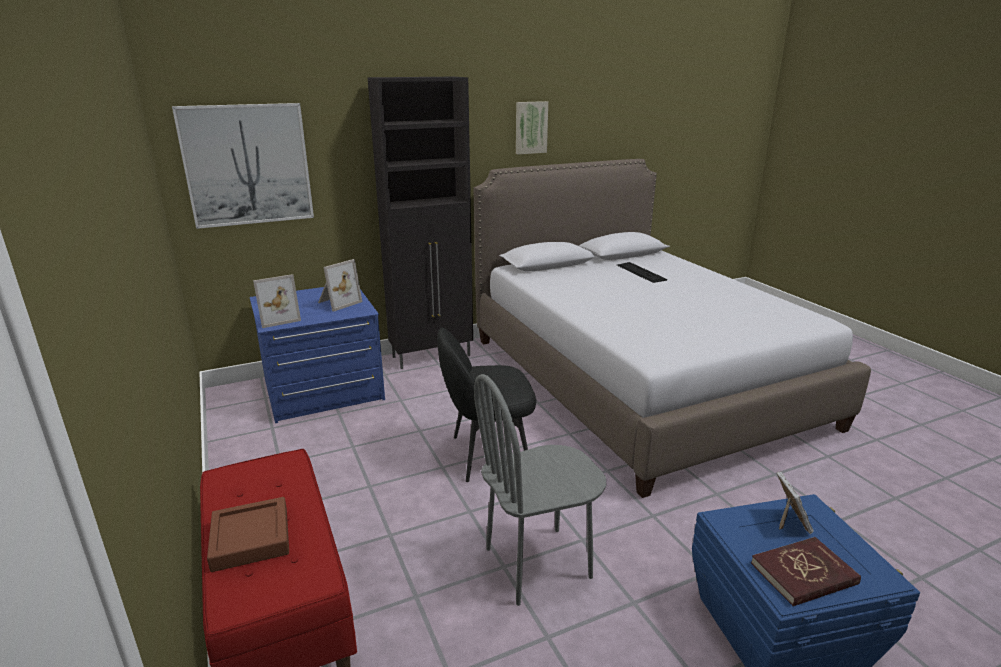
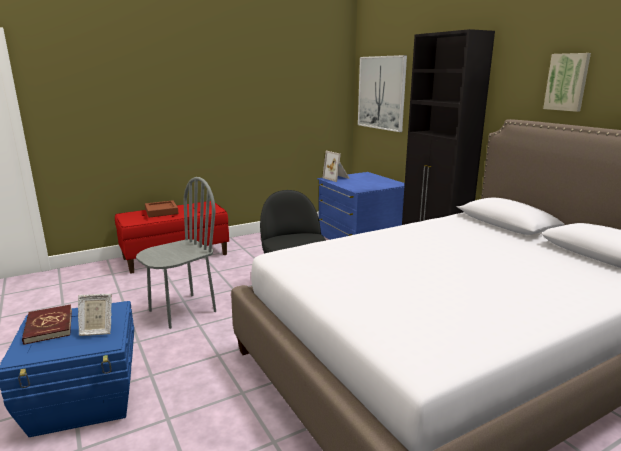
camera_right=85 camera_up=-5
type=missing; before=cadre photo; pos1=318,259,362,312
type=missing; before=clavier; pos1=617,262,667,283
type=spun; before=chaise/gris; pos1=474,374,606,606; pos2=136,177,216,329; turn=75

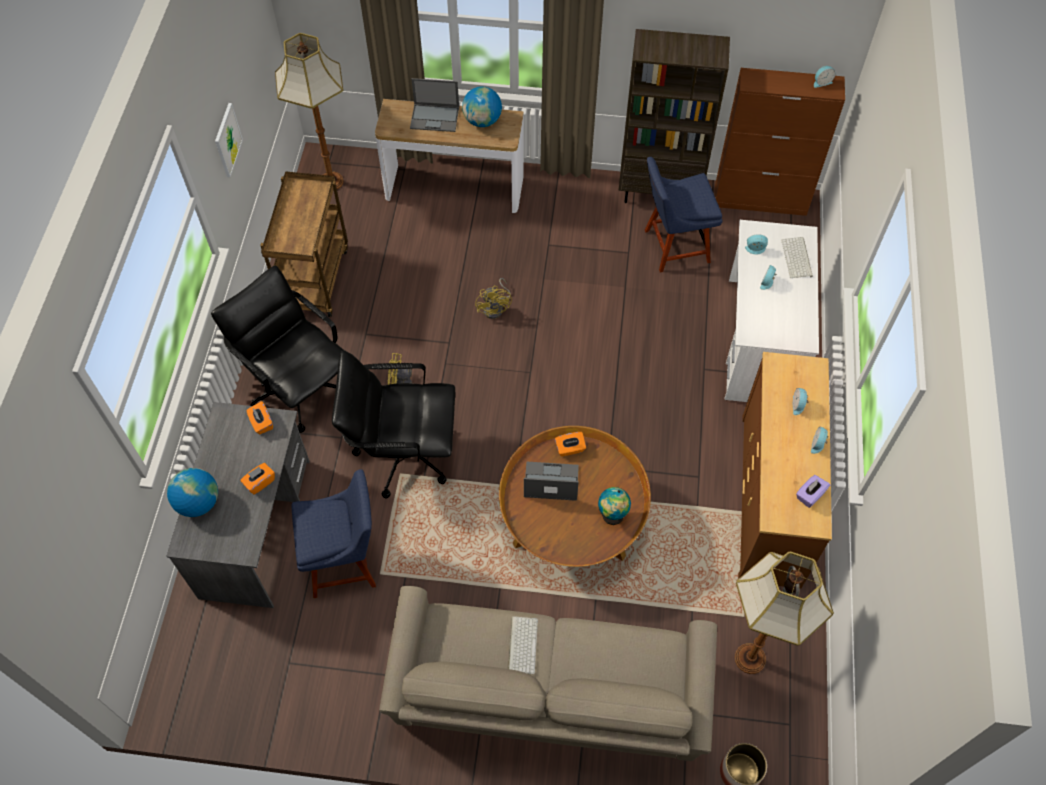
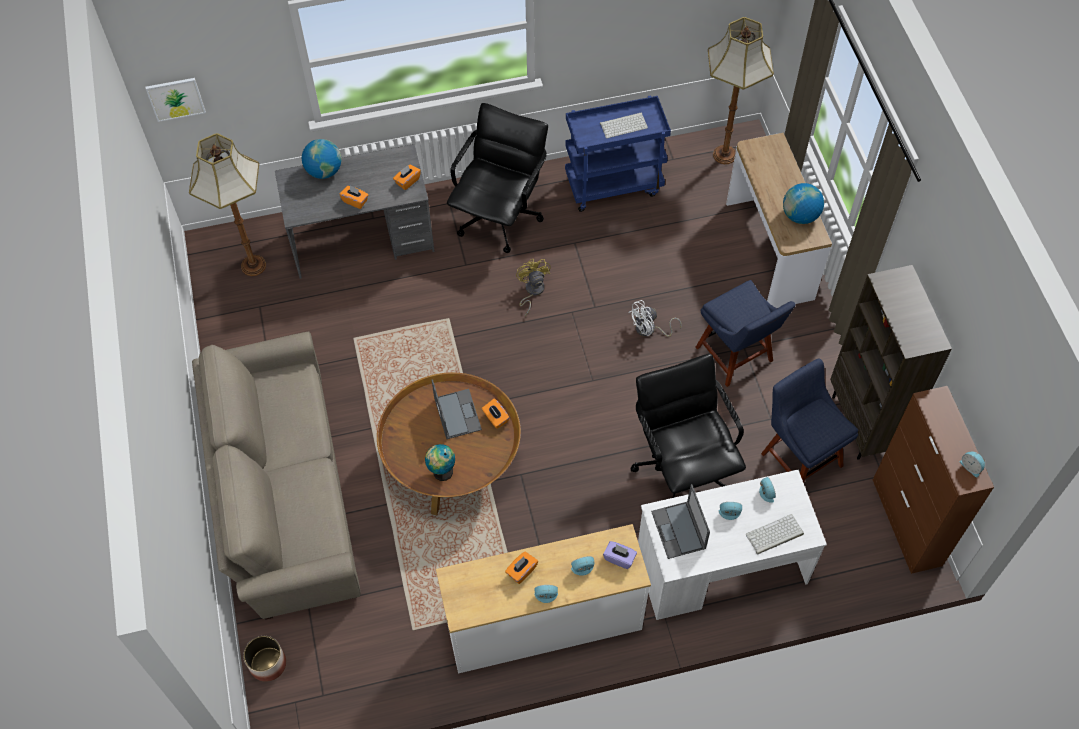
camera_right=70 camera_up=0
type=appeared; after=boîte à mouchoirs/orange; pos2=505,551,538,584
type=relocated; before=tableau; pos1=215,103,243,177; pos2=145,78,206,122
type=relocated; before=chaise/bleu; pos1=291,469,376,598; pos2=695,280,795,387
type=relocated; before=chaise de bureau/noir; pos1=332,350,455,499; pos2=631,354,746,498
type=relocated; before=ordinateur portable; pos1=410,78,459,132; pos2=651,484,710,559
type=relocated; before=clavier; pos1=508,616,538,674; pos2=600,112,648,138
type=relocated; before=lampadaire; pos1=735,551,834,674; pos2=189,133,266,276
type=relocated; before=boîte à mouchoirs/violet; pos1=796,475,830,508; pos2=603,541,637,569
type=colour; before=chariot/marron; after=chariot/bleu; pos1=260,171,348,317; pos2=565,95,671,212
type=colour; before=ventilateur/jaune; after=ventilateur/blanc; pos1=475,278,512,319; pos2=628,300,682,337
type=colour; before=commode/marron; after=commode/blanc; pos1=738,352,832,589; pos2=436,524,651,674

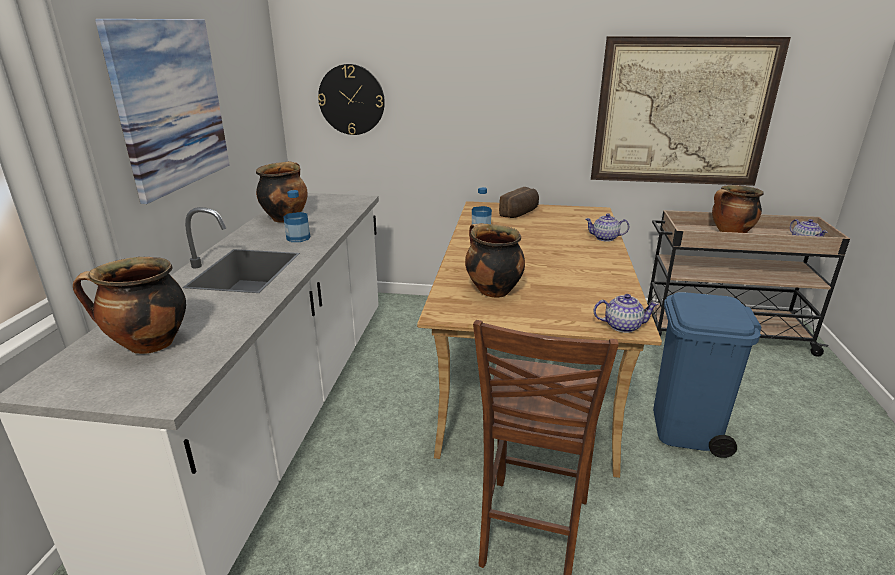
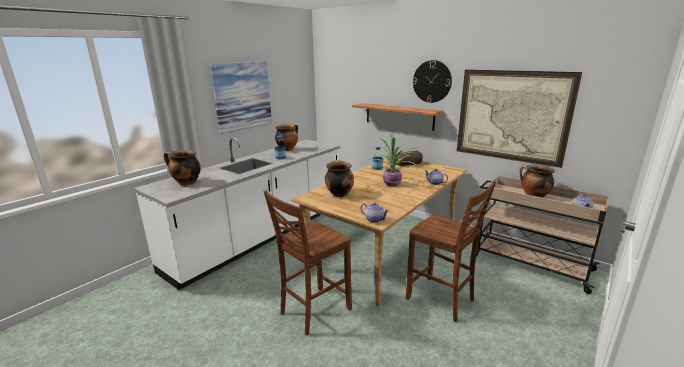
camera_right=30 camera_up=-5
type=appeared; after=étagère; pos2=352,103,443,131
type=appeared; after=plante en pot; pos2=364,132,417,187
type=relocated; before=horloge murale; pos1=318,64,385,135; pos2=413,60,452,103
type=exchanged; before=poubelle/bleu; after=chaise/marron; pos1=653,292,761,458; pos2=406,181,496,322

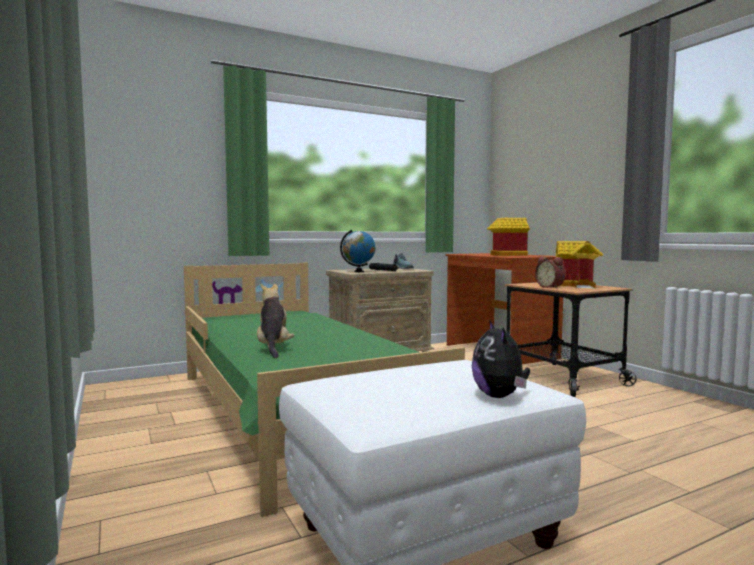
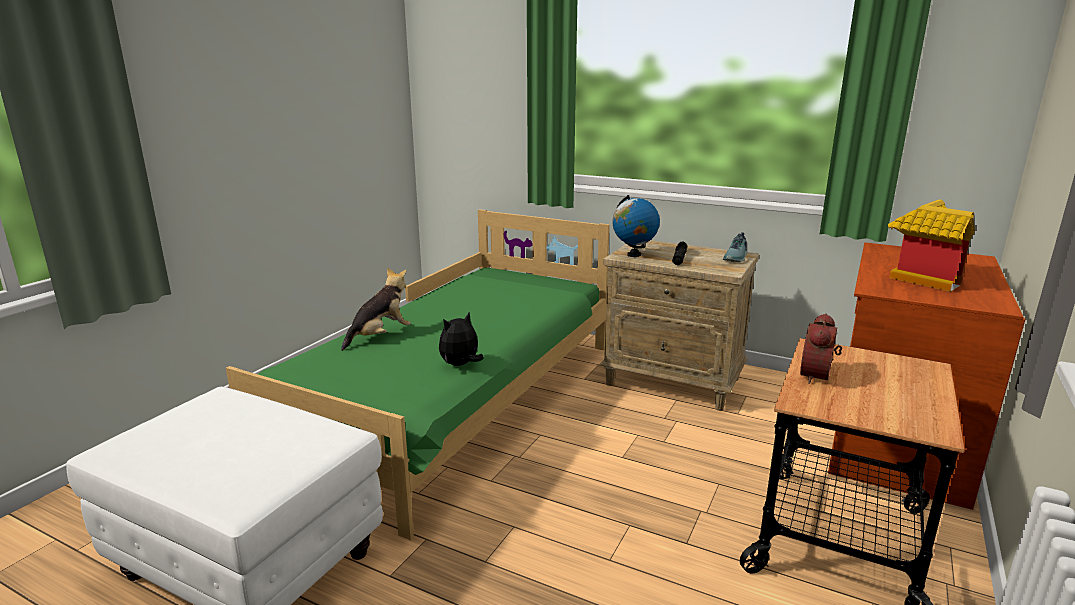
camera_right=55 camera_up=15
type=missing; before=maison miniature; pos1=556,241,603,289
type=relocated; before=peluche; pos1=472,320,530,398; pos2=439,313,484,366

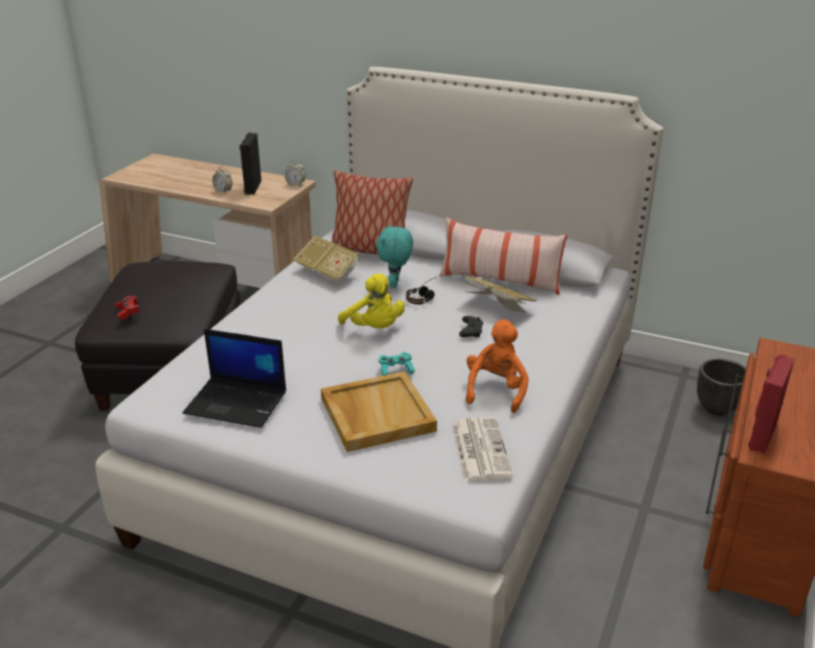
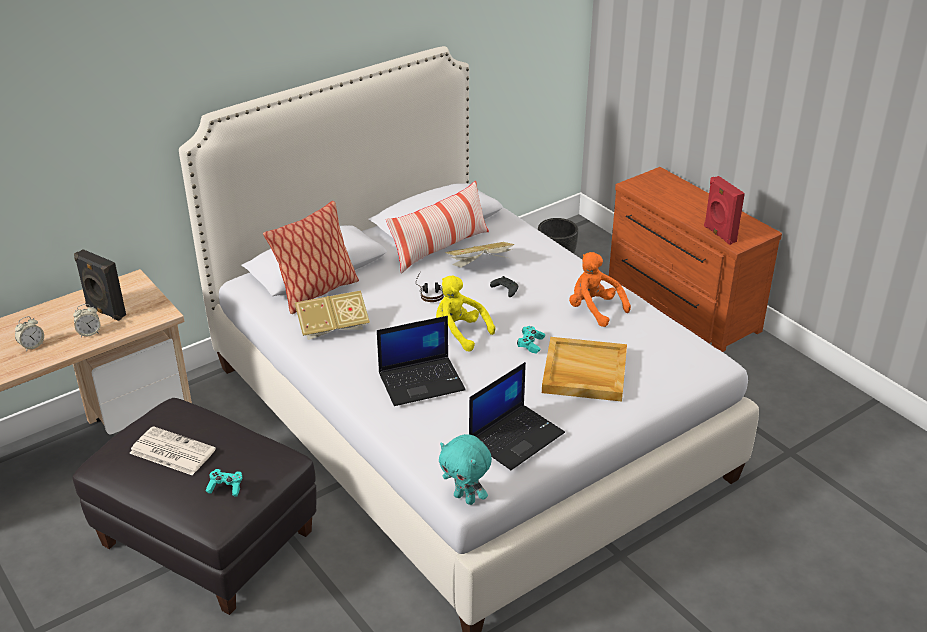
camera_right=-60 camera_up=5
type=appeared; after=ordinateur portable; pos2=377,316,466,406
type=relocated; before=réveil; pos1=285,160,306,186; pos2=15,316,44,352
type=relocated; before=peluche/turquoise; pos1=376,224,413,288; pos2=439,434,492,505
type=relocated; before=journal; pos1=451,417,513,481; pos2=129,426,216,476
type=colour; before=manette/rouge; after=manette/turquoise; pos1=115,296,140,320; pos2=206,469,243,497
type=spun; before=peluche/jaune; pos1=338,273,405,328; pos2=436,275,495,352; turn=-135

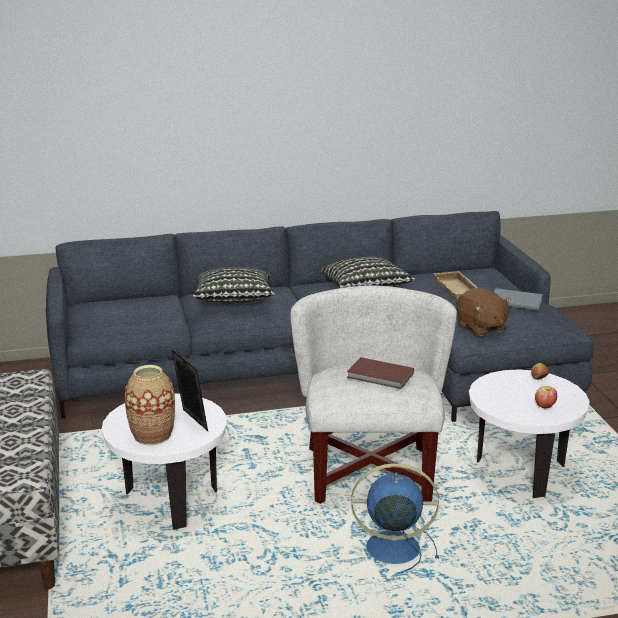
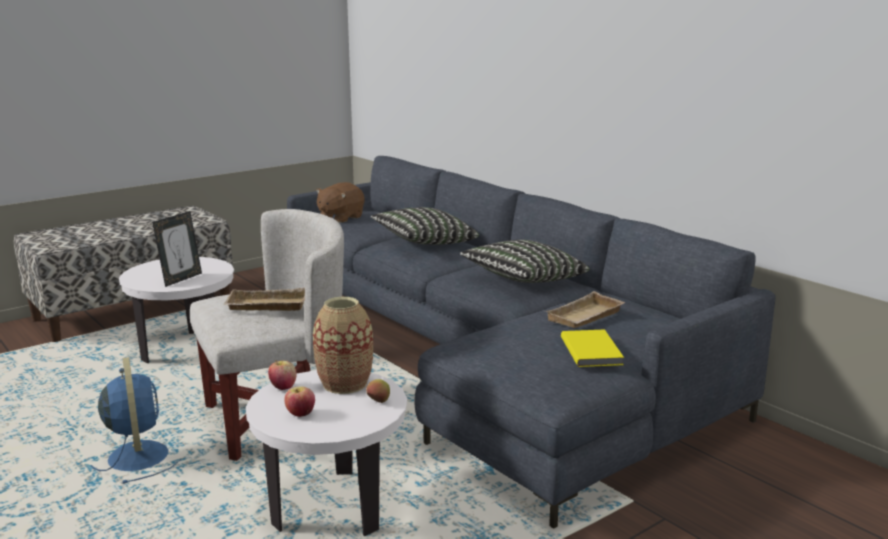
camera_right=65 camera_up=-5
type=appeared; after=pomme; pos2=268,360,297,390
type=relocated; before=vase; pos1=125,365,175,445; pos2=313,297,373,394
type=relocated; before=peluche/marron; pos1=456,288,511,337; pos2=315,182,365,223
type=exchanged; before=livre/marron; after=plateau/beige; pos1=347,357,414,389; pos2=223,288,305,311
type=colour; before=livre/gris; after=livre/jaune; pos1=494,288,543,310; pos2=561,329,624,367

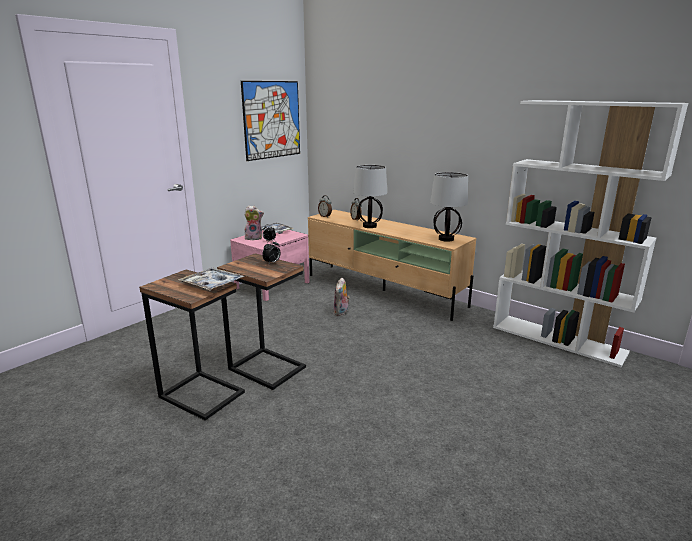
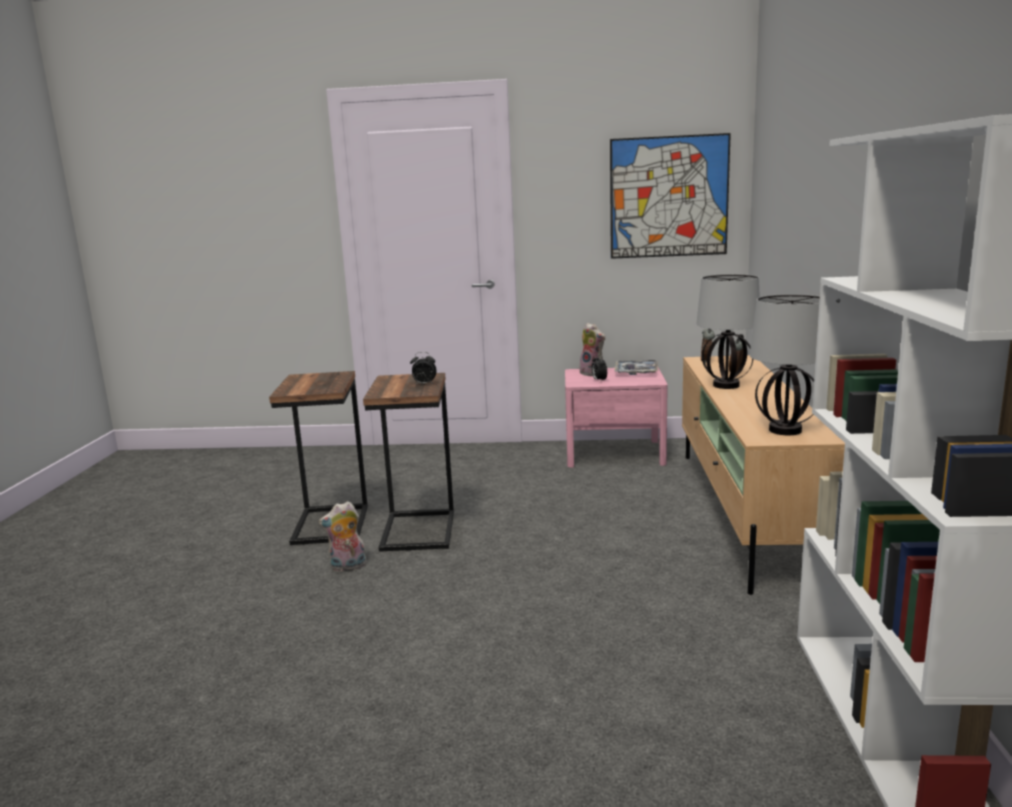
camera_right=55 camera_up=-5
type=missing; before=plateau; pos1=178,268,245,290
type=relocated; before=peluche; pos1=333,278,350,316; pos2=319,501,366,572

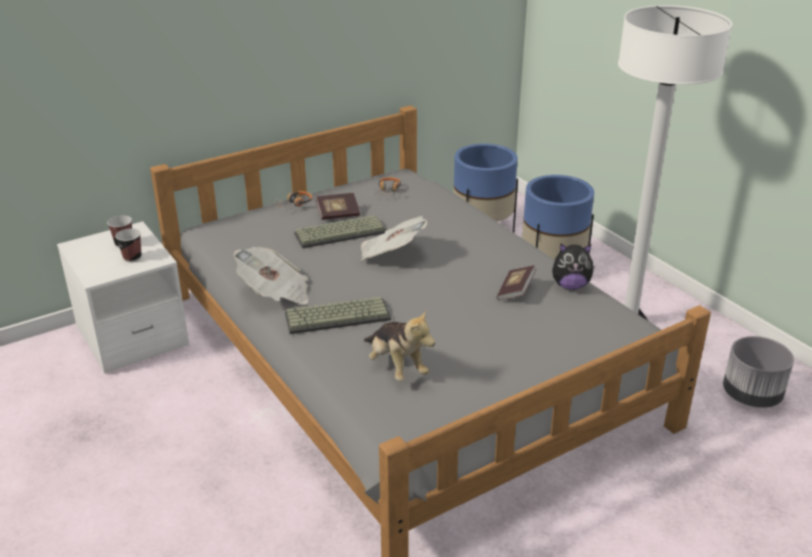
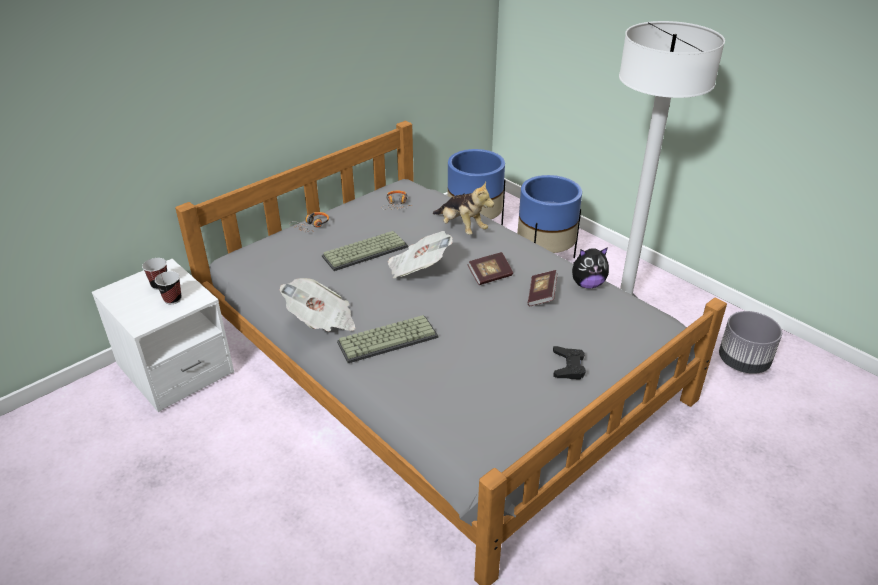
camera_right=-10 camera_up=5
type=appeared; after=manette/noir; pos2=553,346,586,380
type=relocated; before=livre; pos1=315,193,360,220; pos2=467,252,513,285
type=relocated; before=peluche; pos1=364,311,435,381; pos2=432,182,494,235

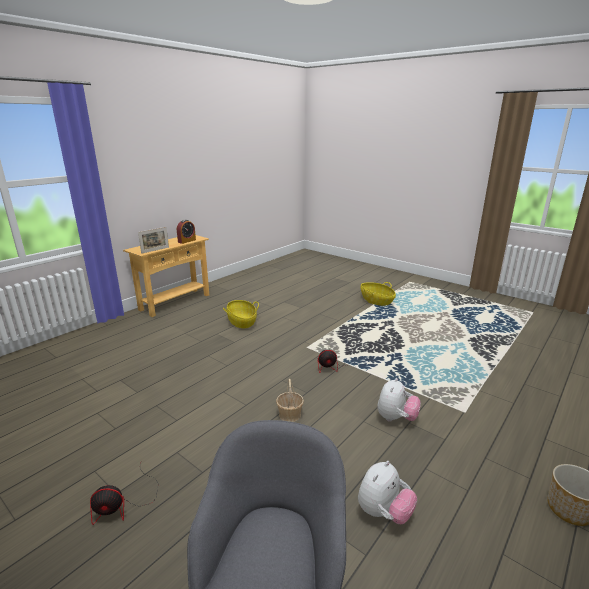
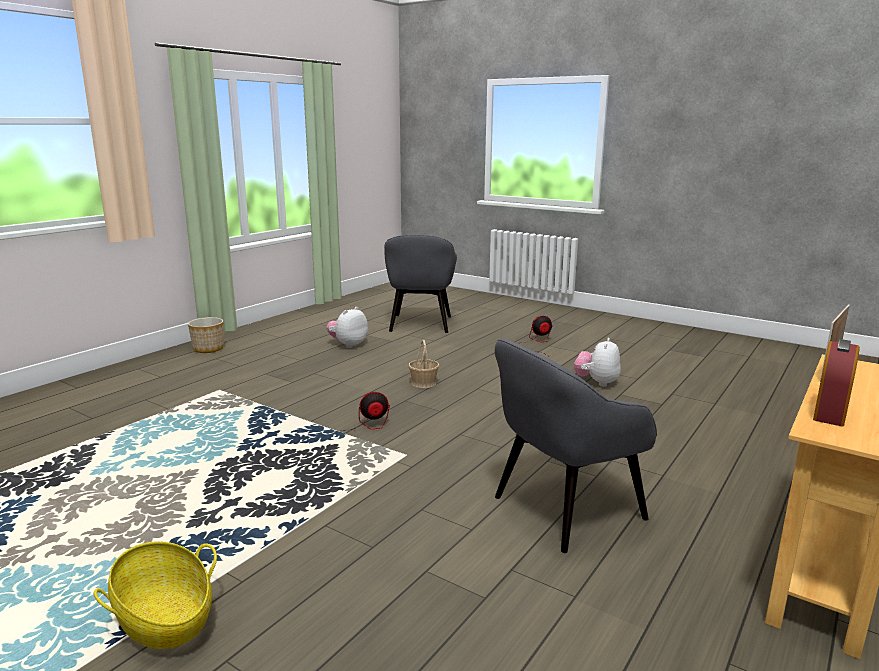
camera_right=175 camera_up=-5
type=relocated; before=peluche; pos1=377,378,421,422; pos2=574,338,621,387
type=exchanged; before=panier; after=fauteuil/gris; pos1=223,300,259,328; pos2=495,339,657,553

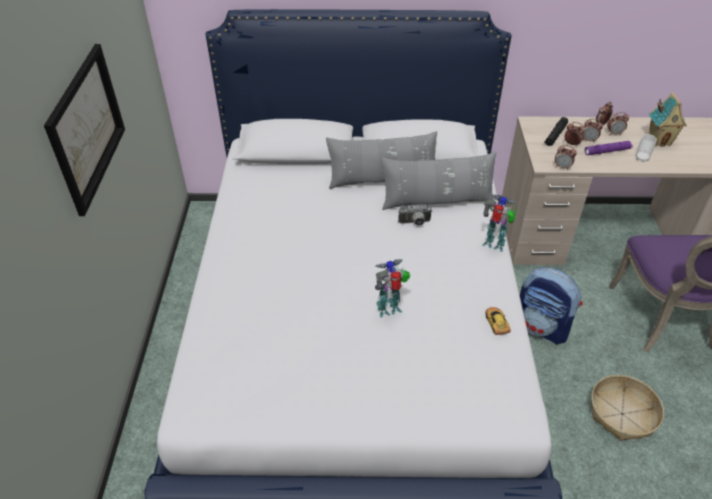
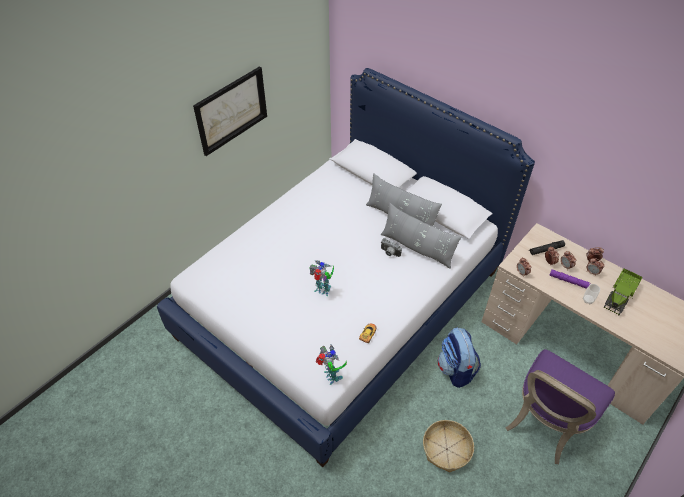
camera_right=40 camera_up=5
type=relocated; before=robot jouet; pos1=482,194,517,252; pos2=316,345,347,385
type=exchanged; before=maison miniature; after=camion jouet; pos1=649,92,687,147; pos2=604,268,643,315

